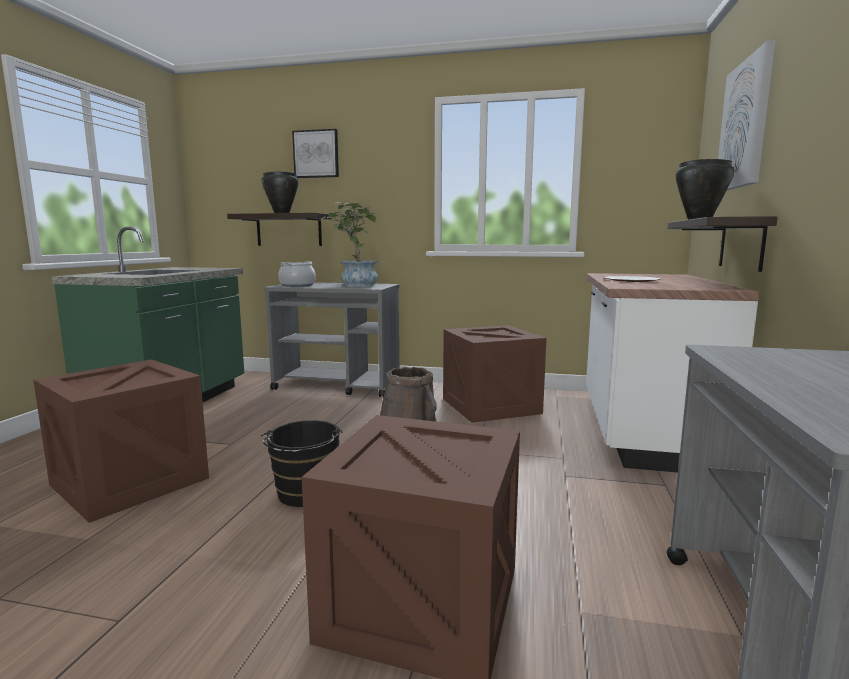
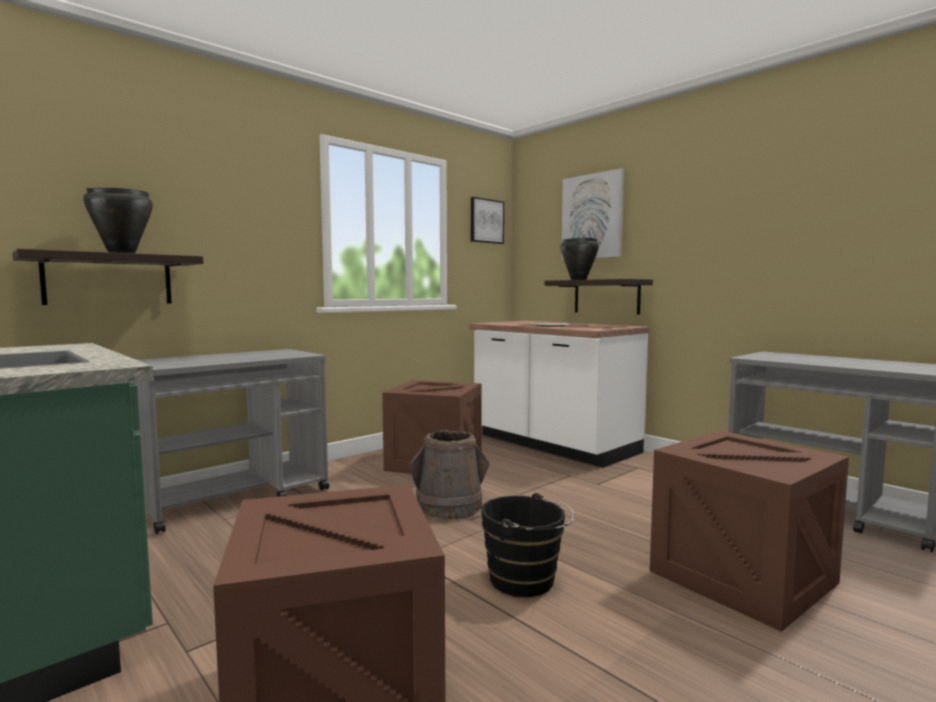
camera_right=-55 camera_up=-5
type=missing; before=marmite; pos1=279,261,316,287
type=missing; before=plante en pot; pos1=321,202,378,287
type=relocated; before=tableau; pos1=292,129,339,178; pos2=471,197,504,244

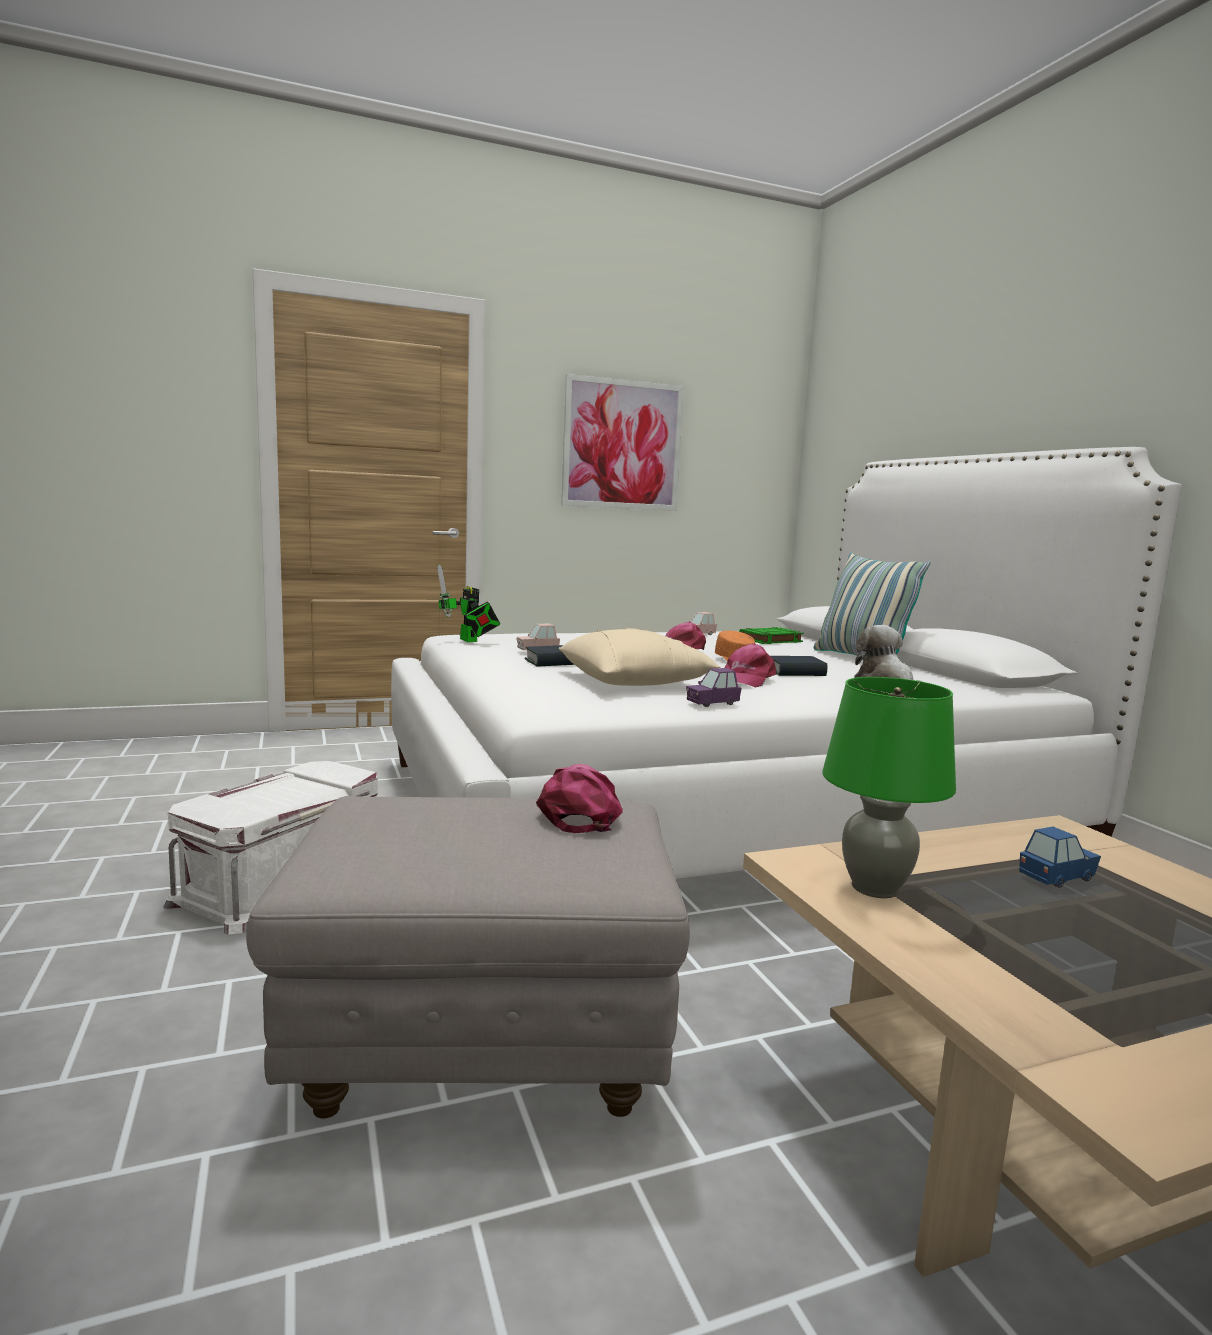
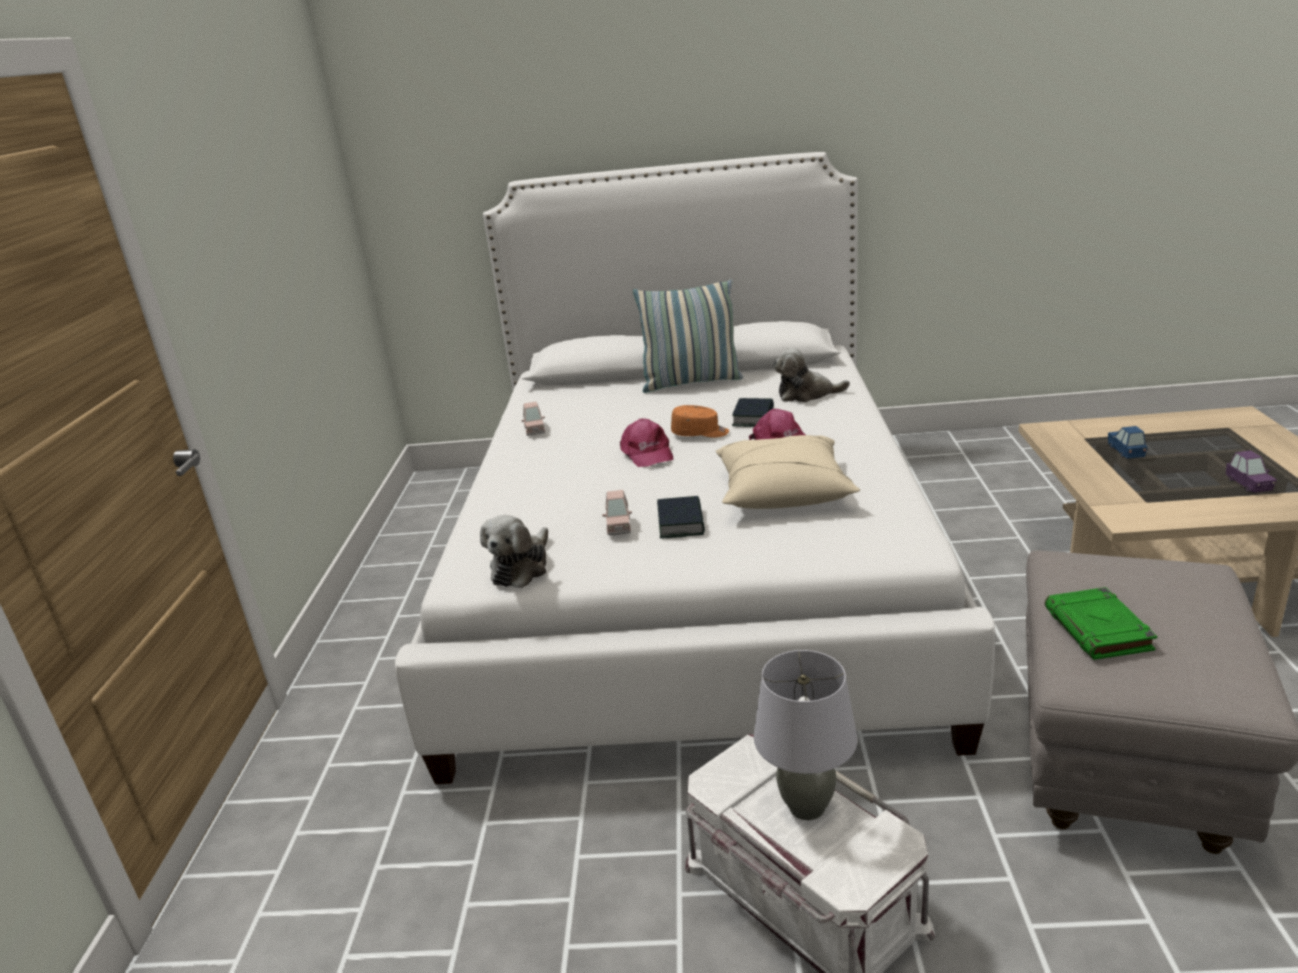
camera_right=-65 camera_up=15
type=missing; before=casquette/rose; pos1=536,764,623,833
type=missing; before=tableau; pos1=562,374,684,511
type=missing; before=lampe de table/vert; pos1=822,677,956,898
type=appeared; after=lampe de table/gris; pos2=754,650,857,820
type=relocated; before=petite voiture/violet; pos1=686,668,742,707; pos2=1226,450,1277,493
type=relocated; before=livre/vert; pos1=739,627,804,644; pos2=1045,587,1158,660
type=exchanged; before=robot jouet; after=peluche; pos1=437,564,500,642; pos2=480,515,548,588

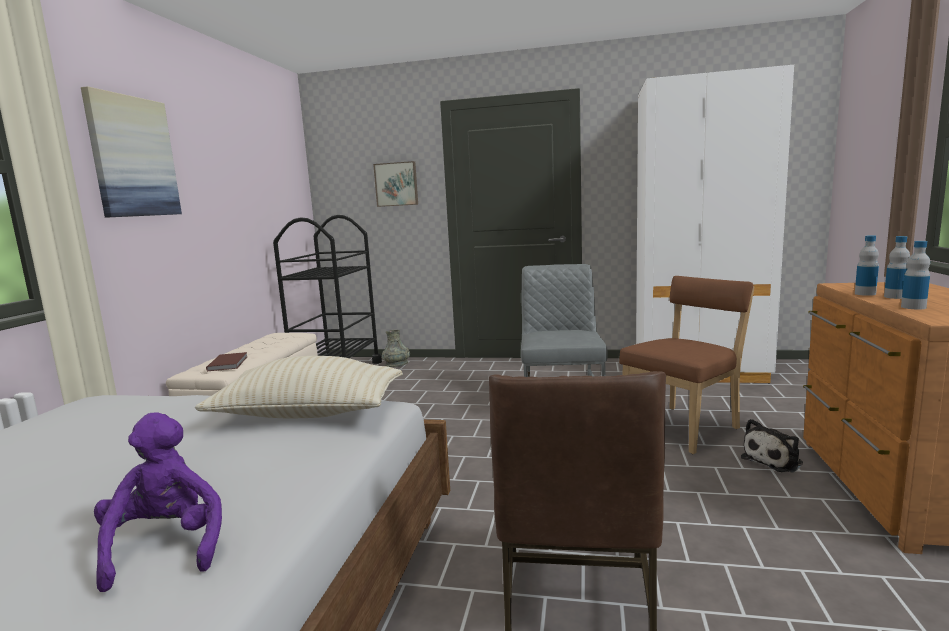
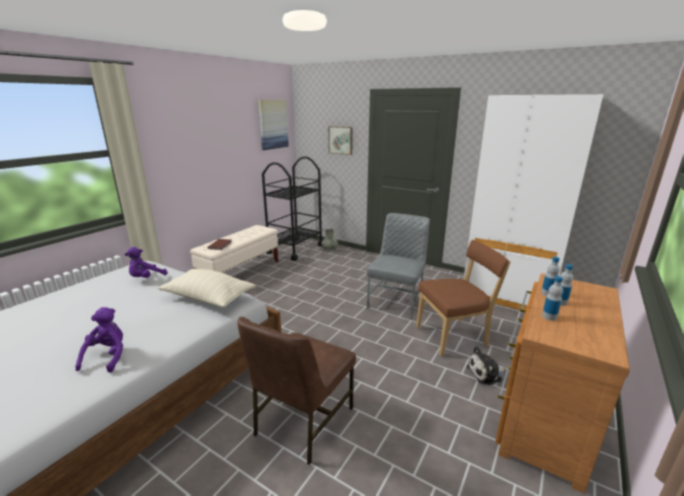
camera_right=20 camera_up=10
type=appeared; after=peluche/violet; pos2=125,247,168,278
type=relocated; before=tableau; pos1=81,86,182,218; pos2=258,100,289,150

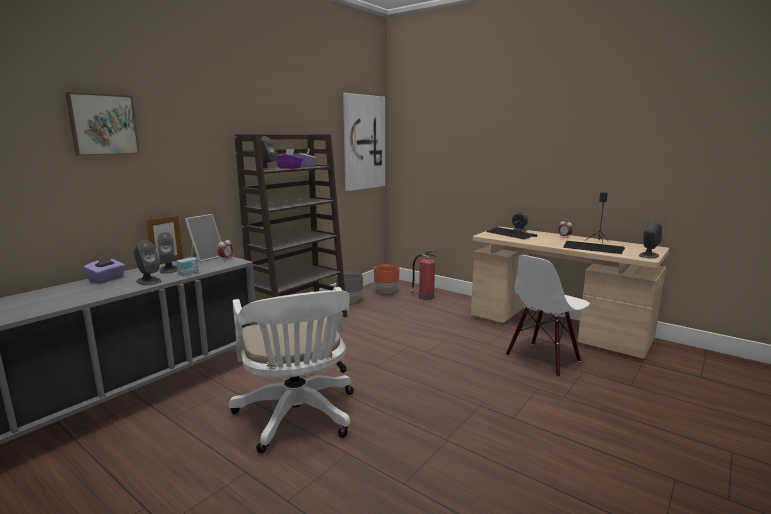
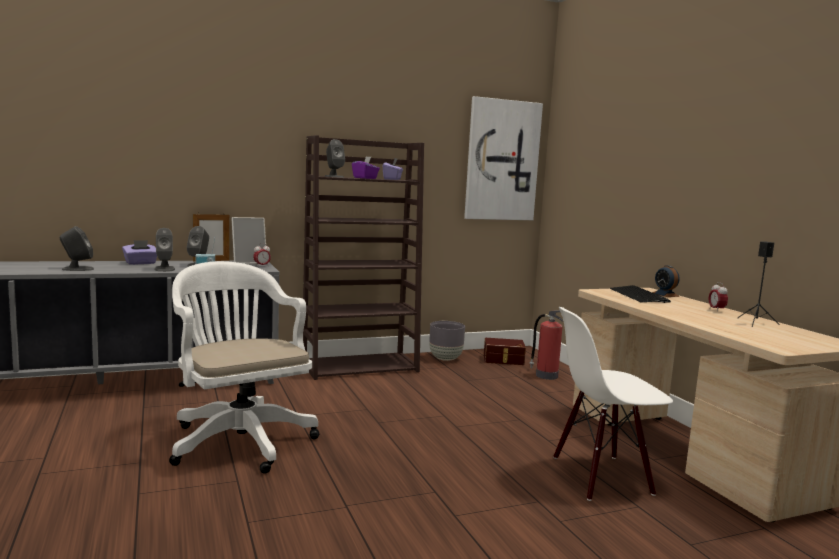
camera_right=30 camera_up=-5
type=missing; before=tableau; pos1=65,92,140,156
type=missing; before=clavier; pos1=563,241,625,254
type=relocated; before=enceinte/gris; pos1=639,221,662,259; pos2=60,226,94,271
type=exchanged; before=cache-pot/marron; after=boîte de rangement/marron; pos1=374,264,400,294; pos2=484,338,526,365
type=spun; before=chaise de bureau/blanc; pos1=229,287,354,453; pos2=169,261,319,474; turn=135

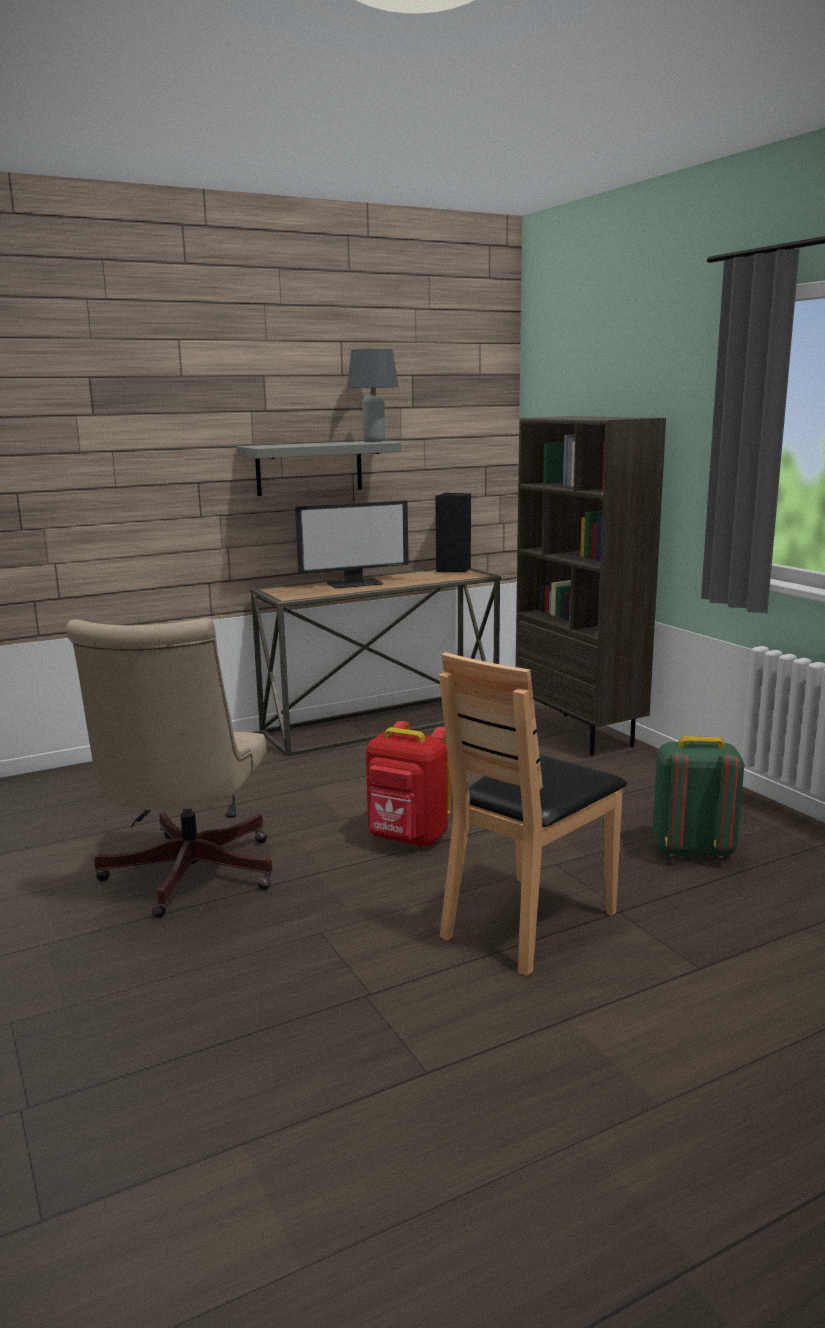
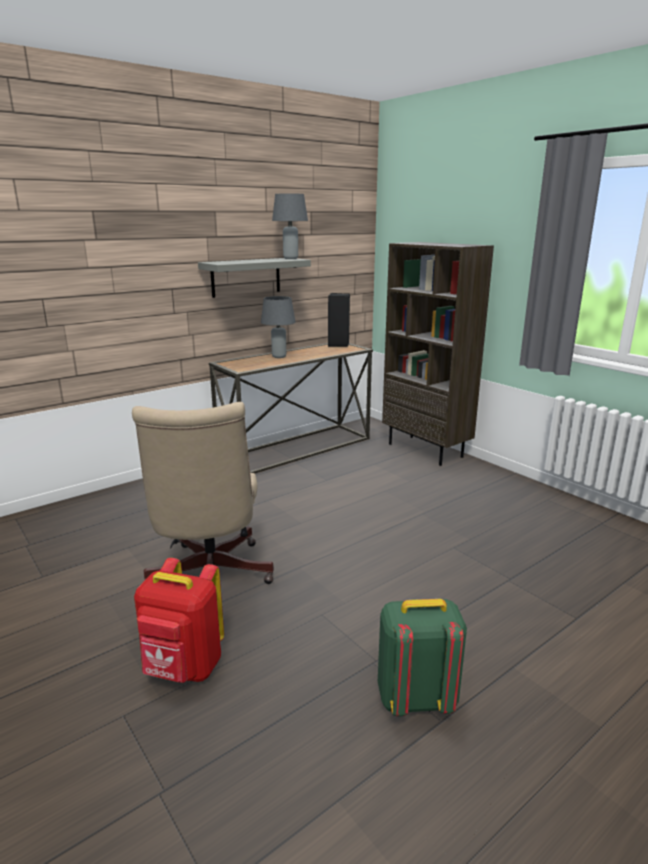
camera_right=-10 camera_up=5
type=missing; before=chaise/marron; pos1=439,652,627,976
type=relocated; before=sac à dos/rouge; pos1=366,721,451,847; pos2=134,558,224,683
type=relocated; before=sac à dos/vert; pos1=653,736,744,858; pos2=378,599,467,716
type=exchanged; before=écran d'ordinateur; after=lampe de table/gris; pos1=295,500,409,589; pos2=261,296,296,358

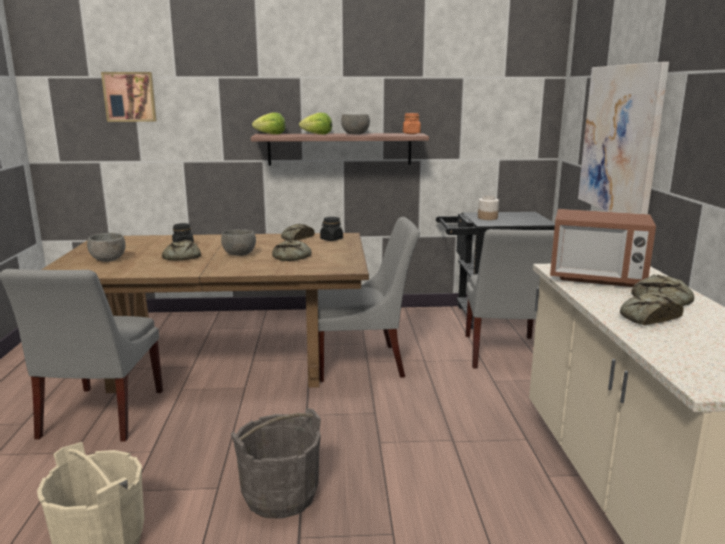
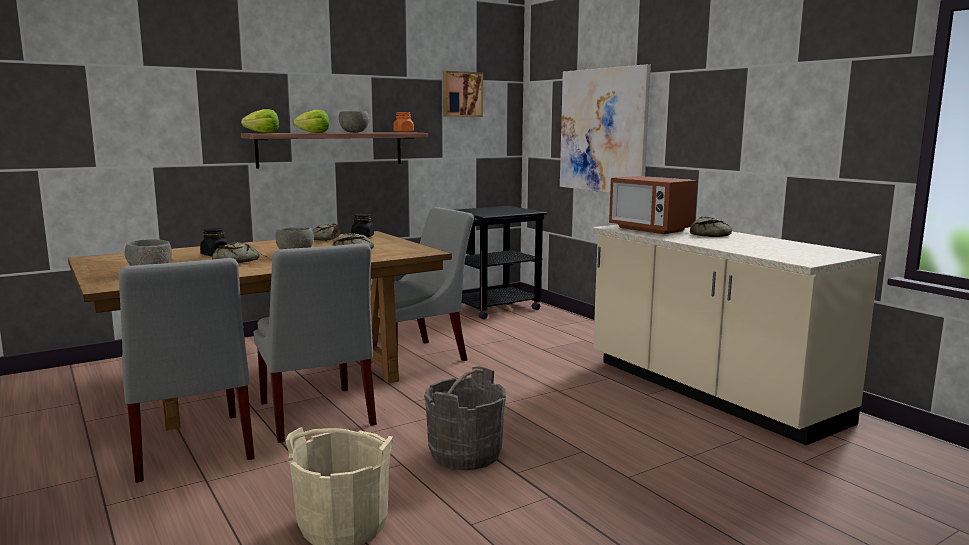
camera_right=-30 camera_up=-5
type=missing; before=bocal; pos1=478,196,499,220
type=missing; before=pain; pos1=620,292,683,325
type=relocated; before=tableau; pos1=101,72,157,122; pos2=443,71,483,117
type=relocated; before=chaise/gris; pos1=465,229,554,368; pos2=254,243,377,443
type=spun; before=micro-ondes; pos1=550,209,656,287; pos2=609,176,698,234; turn=60

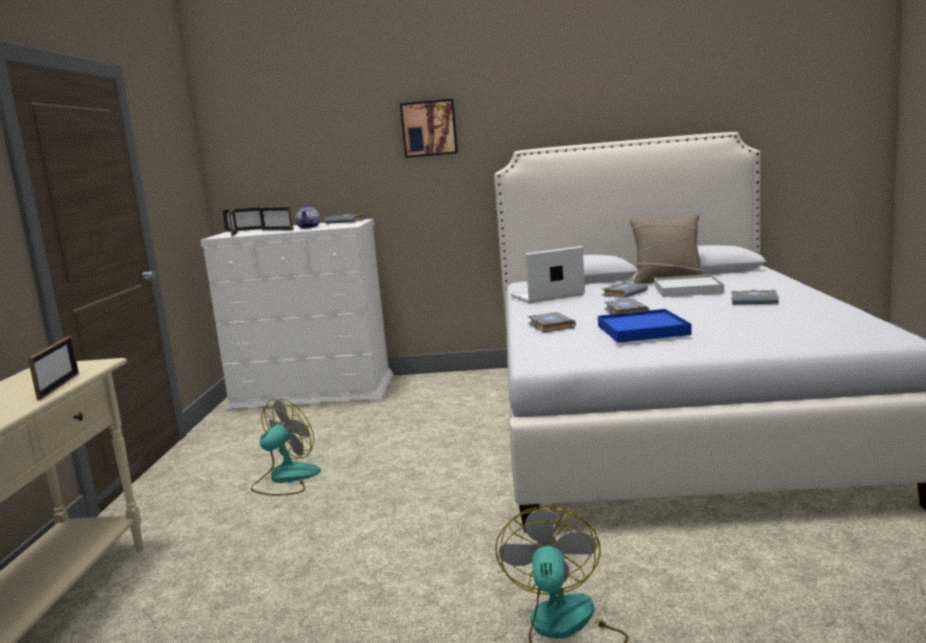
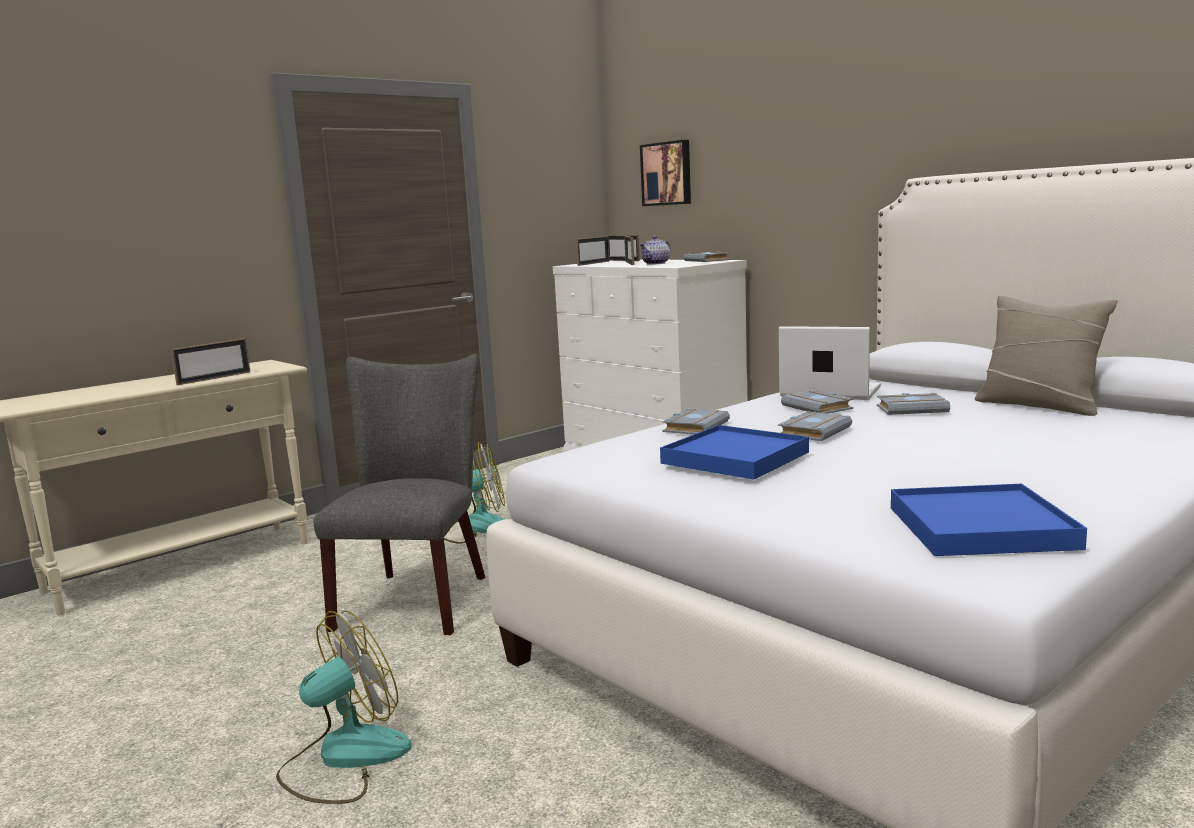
camera_right=45 camera_up=0
type=missing; before=plateau/blanc; pos1=654,274,724,297
type=appeared; after=chaise/gris; pos2=313,354,485,635
type=appeared; after=plateau/bleu; pos2=891,484,1087,556
type=relocated; before=tableau; pos1=400,99,458,158; pos2=640,140,691,206
type=relocated; before=livre/gris; pos1=731,290,779,305; pos2=781,390,853,414

